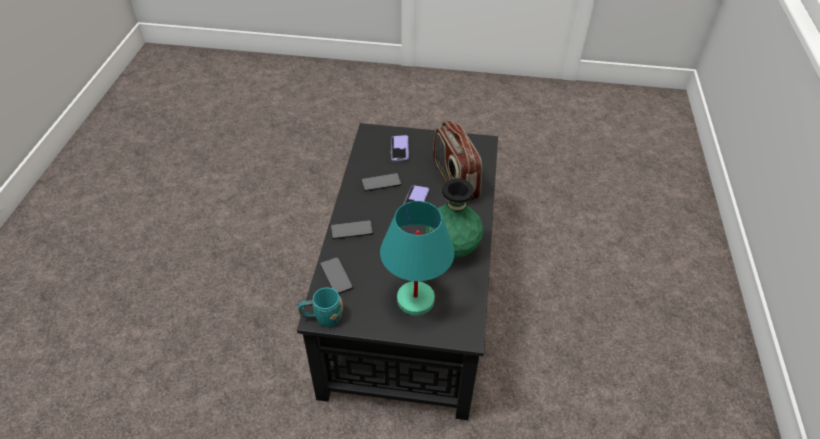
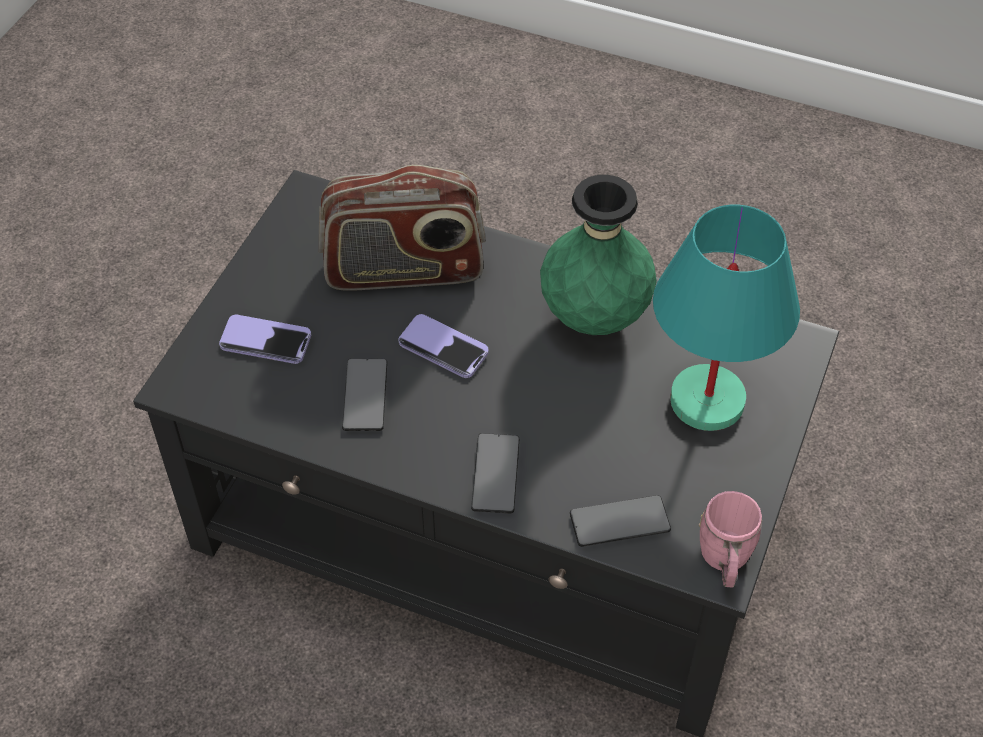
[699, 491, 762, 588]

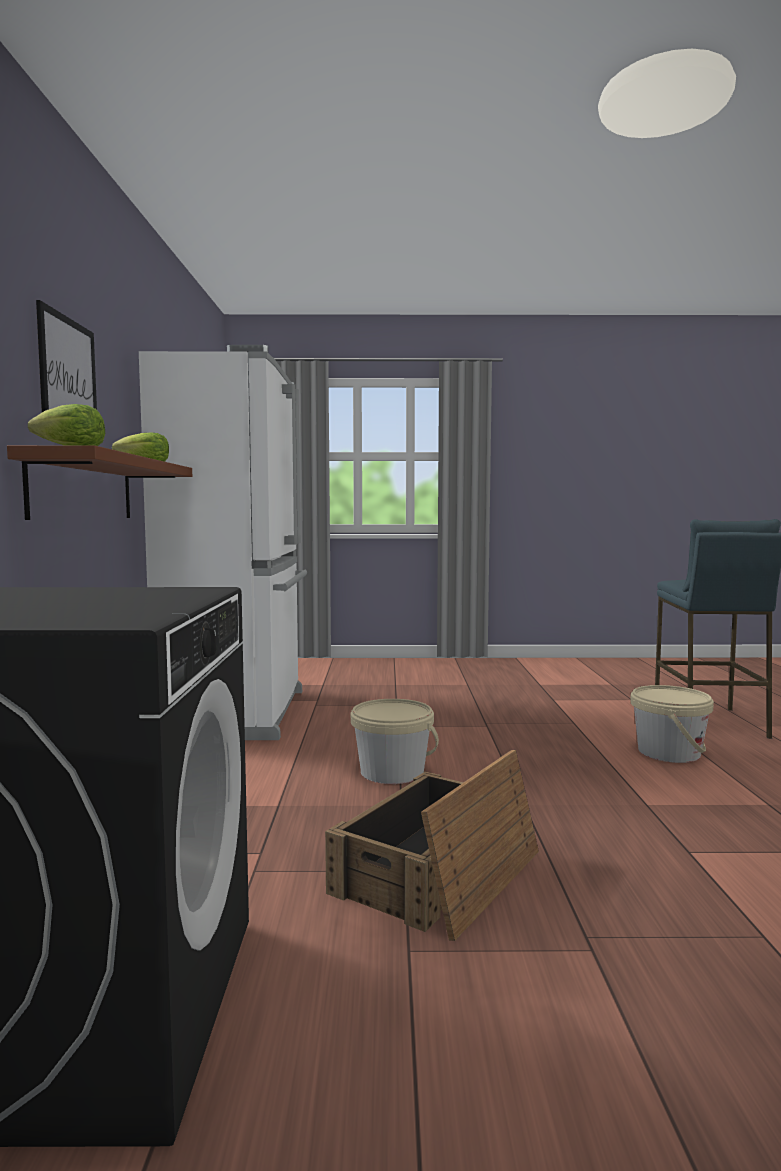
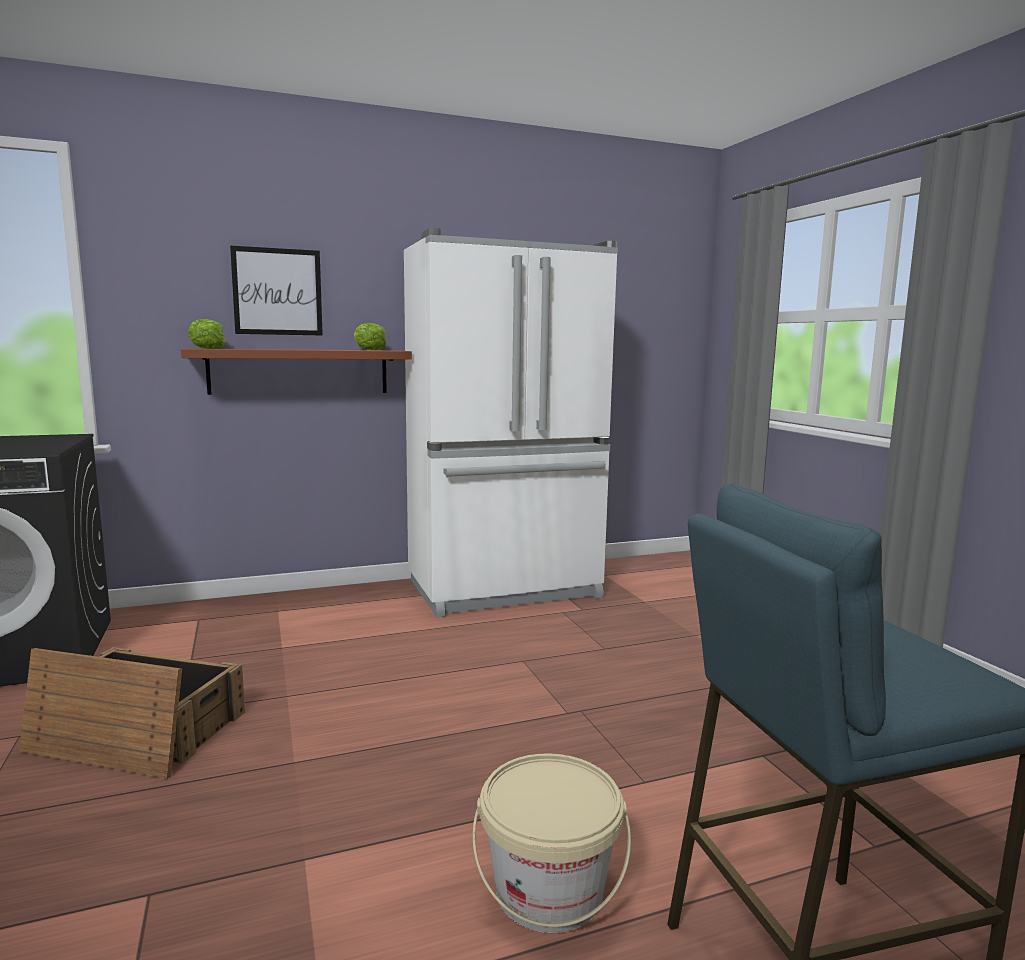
[351, 699, 439, 784] (first image)

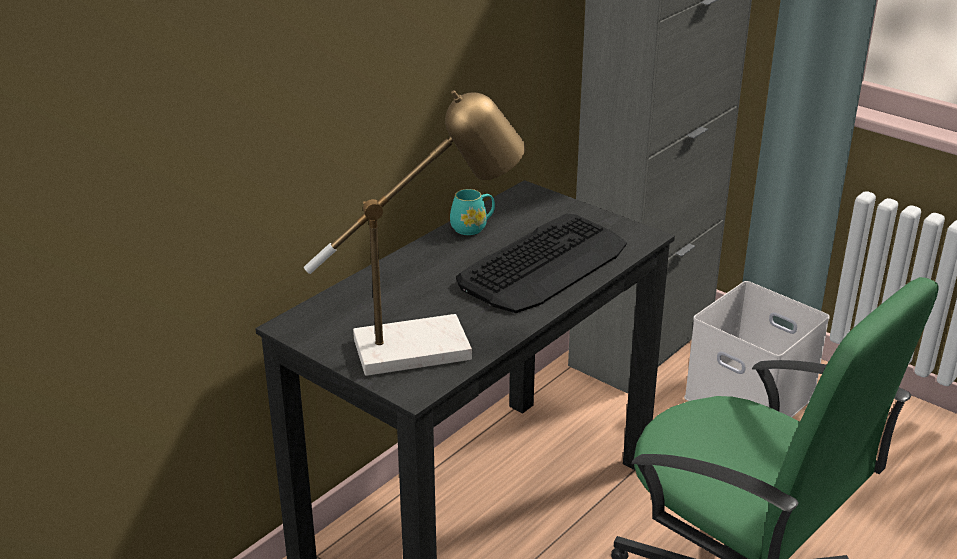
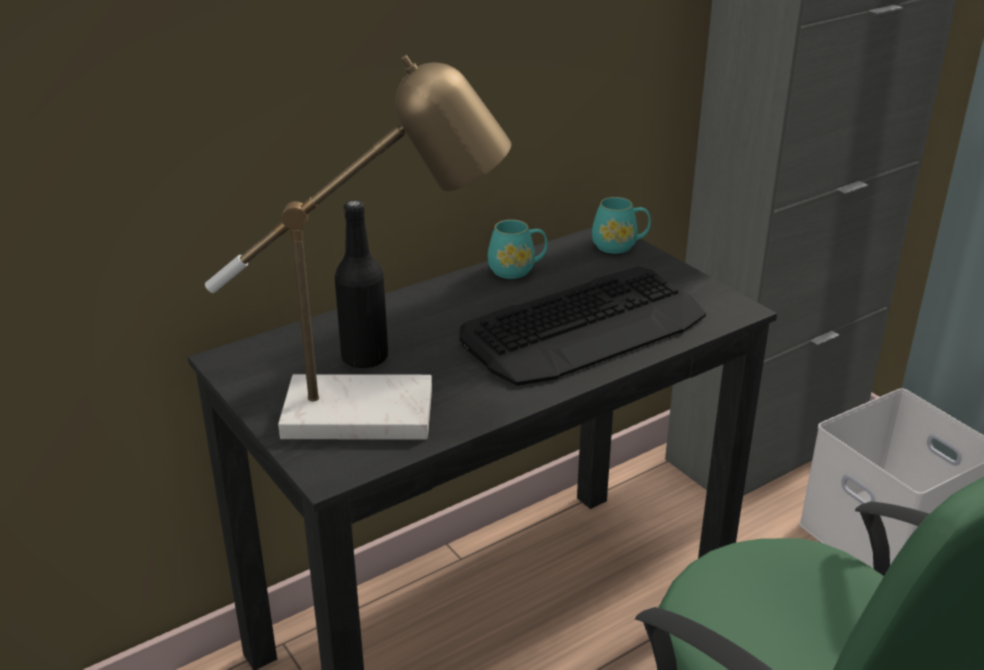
[592, 197, 651, 254]
[335, 200, 388, 369]

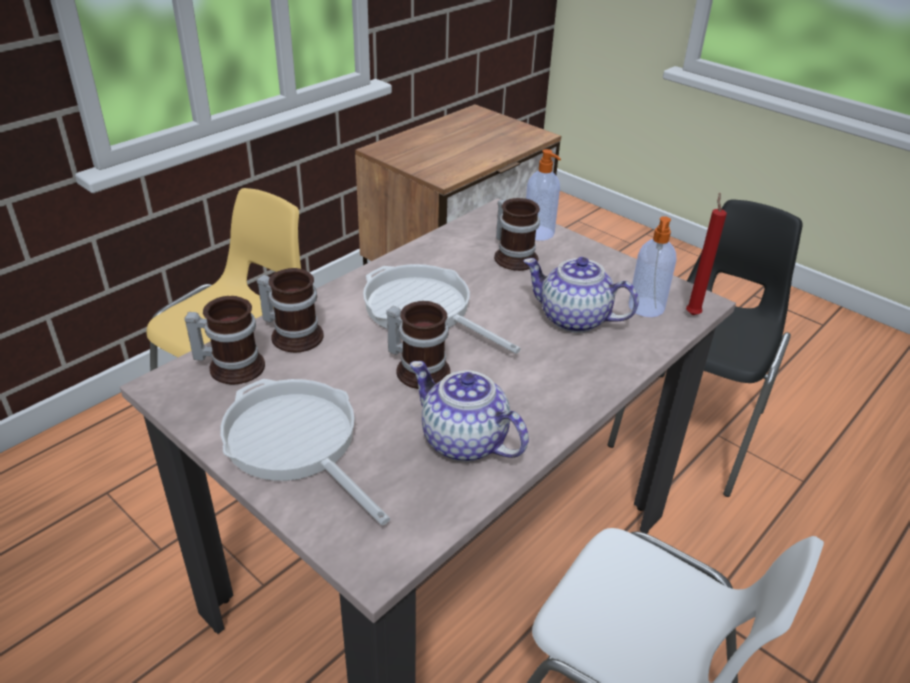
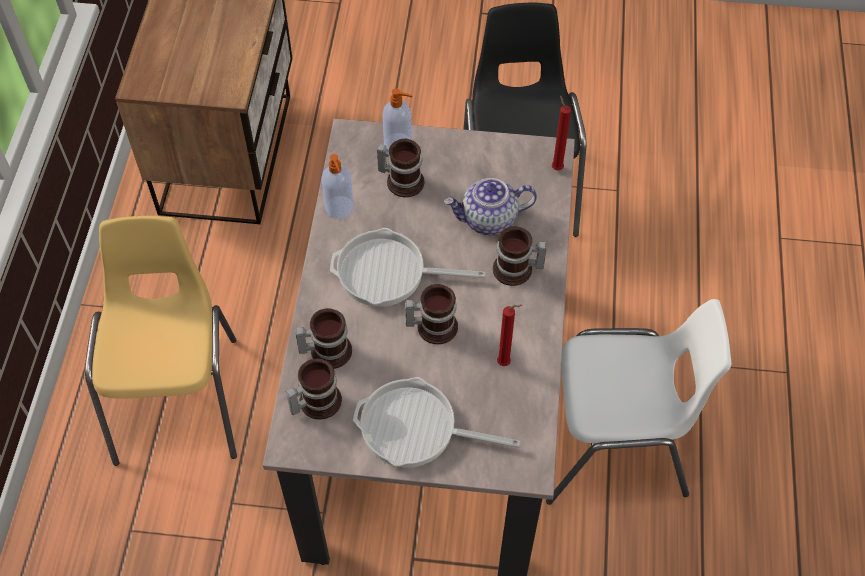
[322, 154, 354, 219]
[497, 304, 522, 366]
[493, 226, 546, 286]

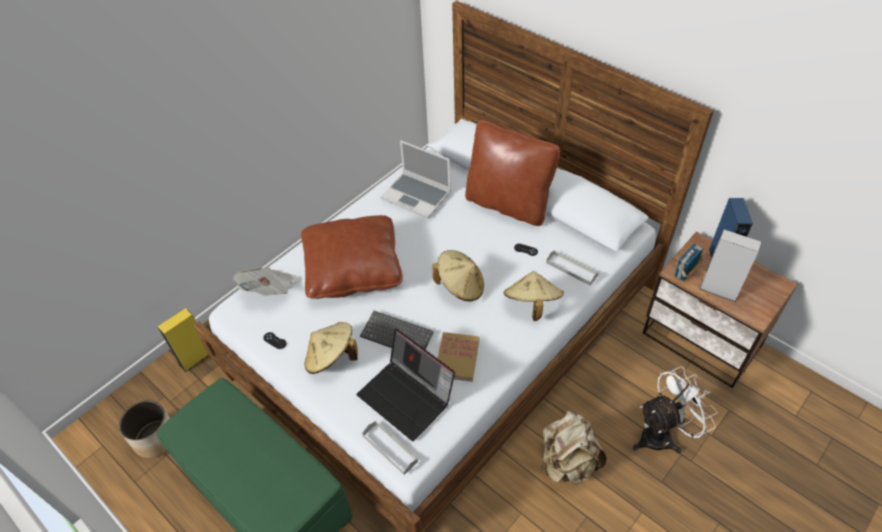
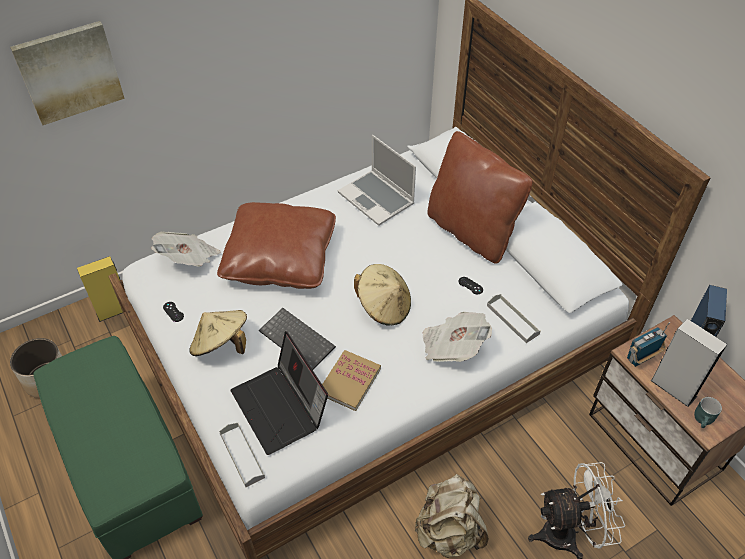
[423, 312, 492, 362]
[10, 21, 125, 125]
[694, 397, 722, 428]

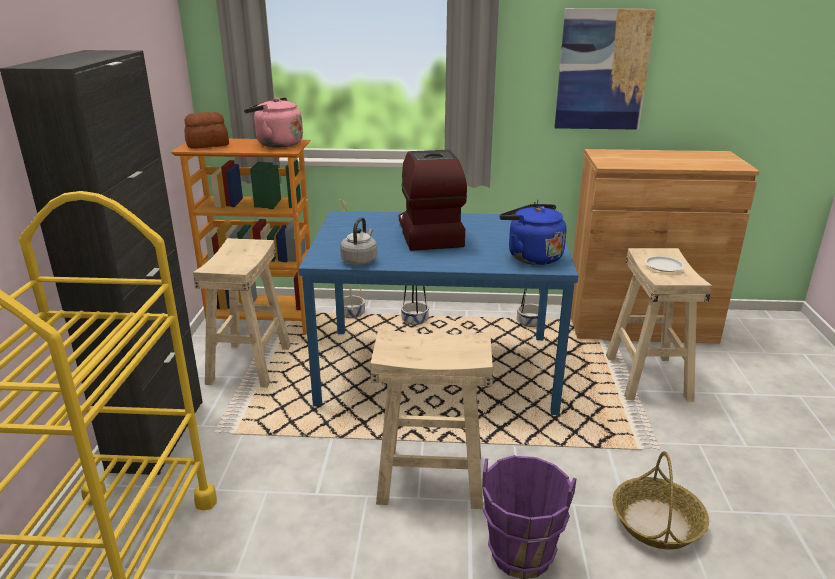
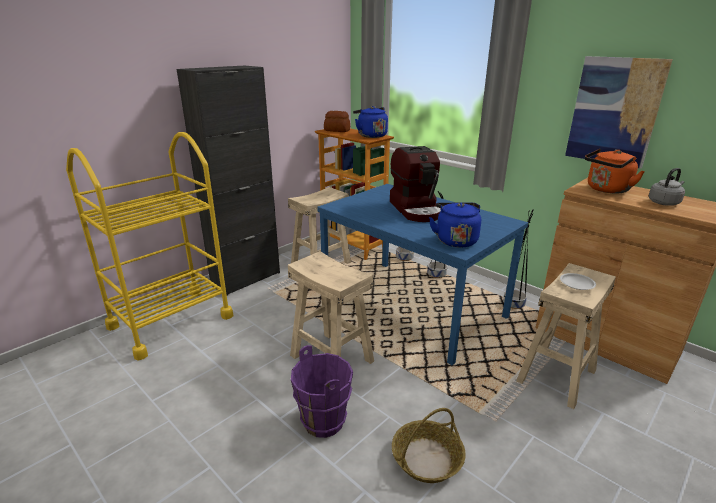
[353, 106, 388, 138]
[390, 146, 441, 222]
[649, 168, 685, 206]
[585, 149, 645, 194]

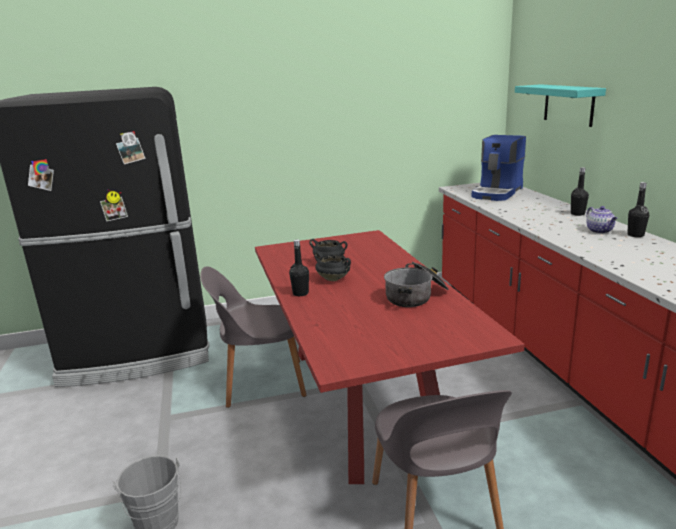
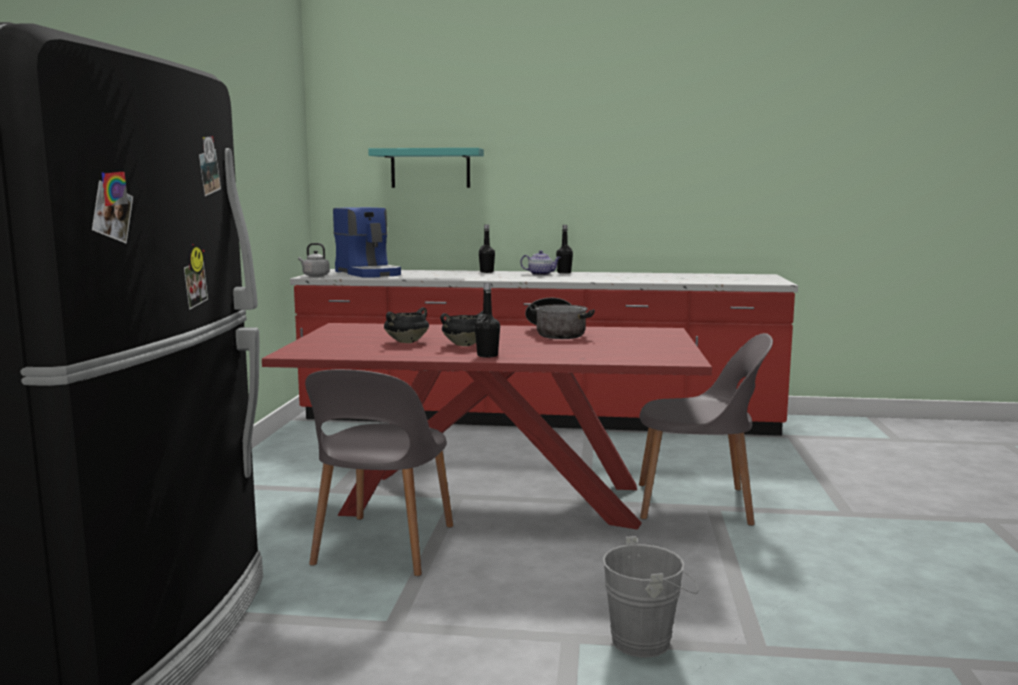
[298, 243, 330, 277]

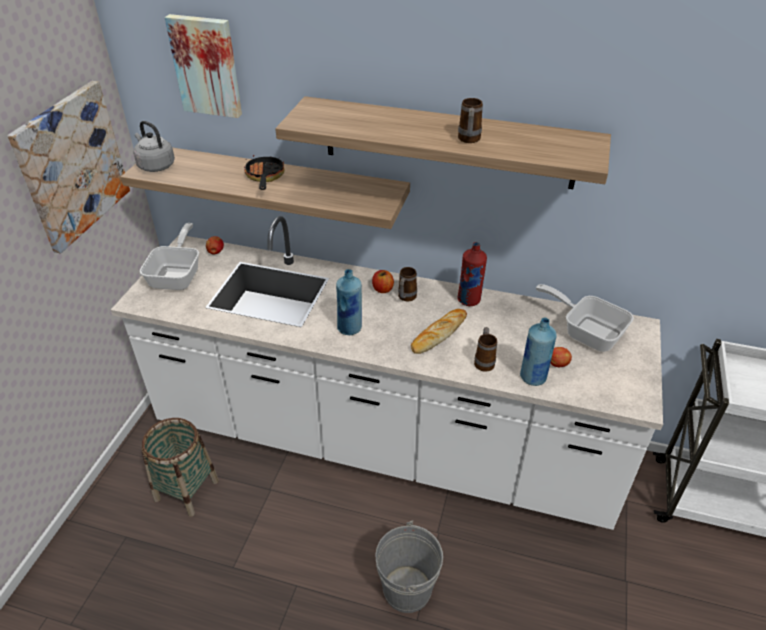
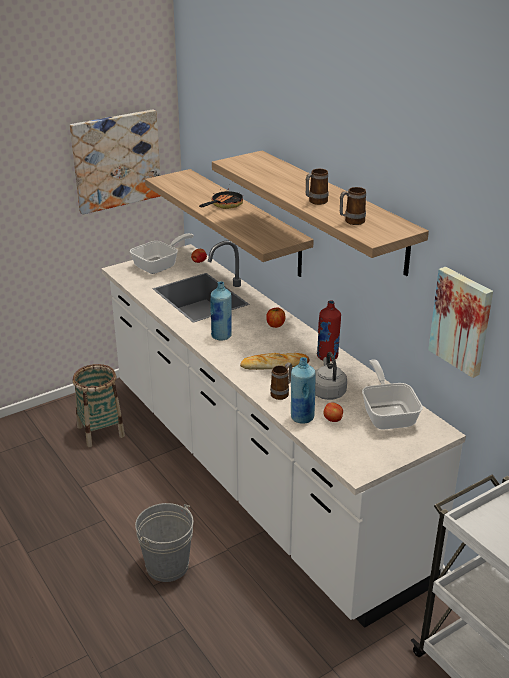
[428, 267, 493, 378]
[315, 352, 347, 400]
[340, 187, 366, 225]

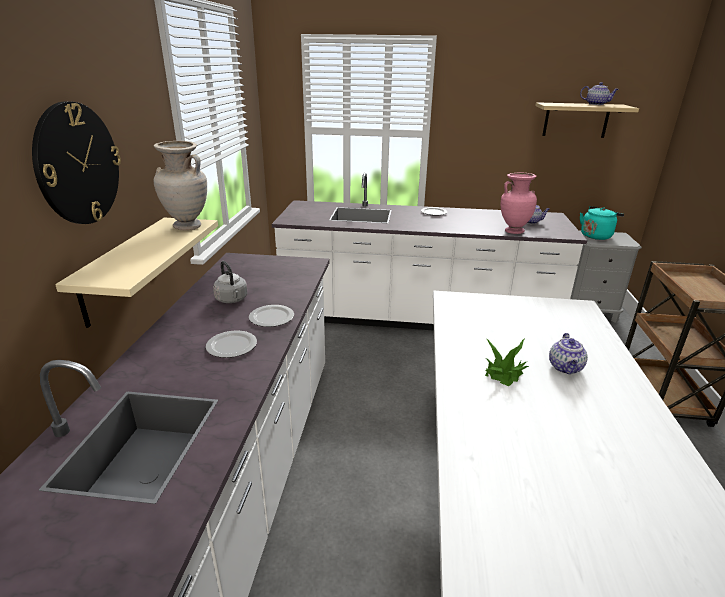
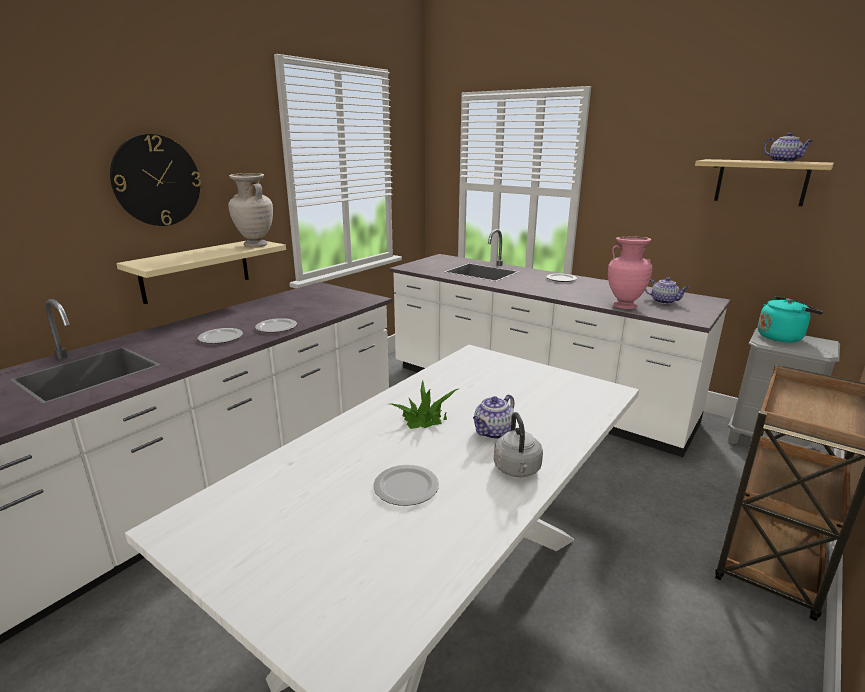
[494, 412, 543, 477]
[373, 465, 439, 506]

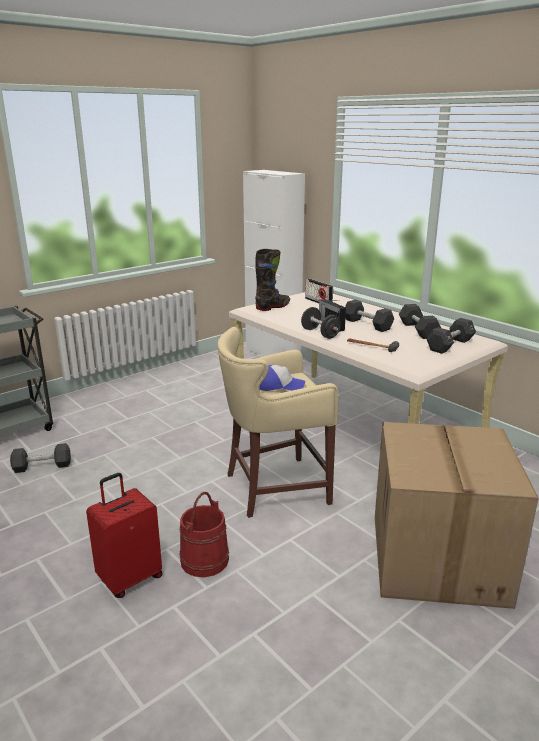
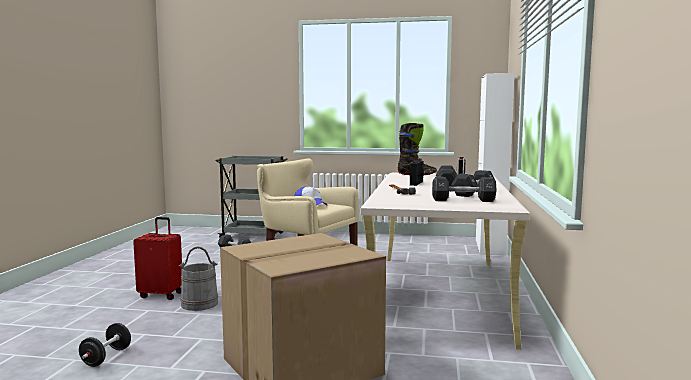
[79, 323, 131, 367]
[178, 246, 218, 311]

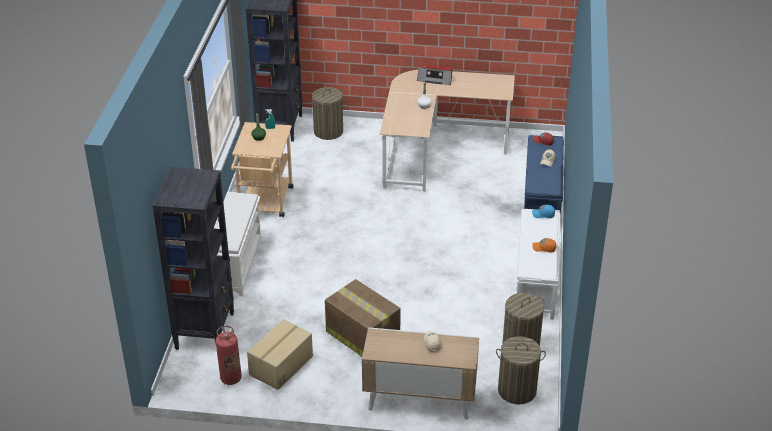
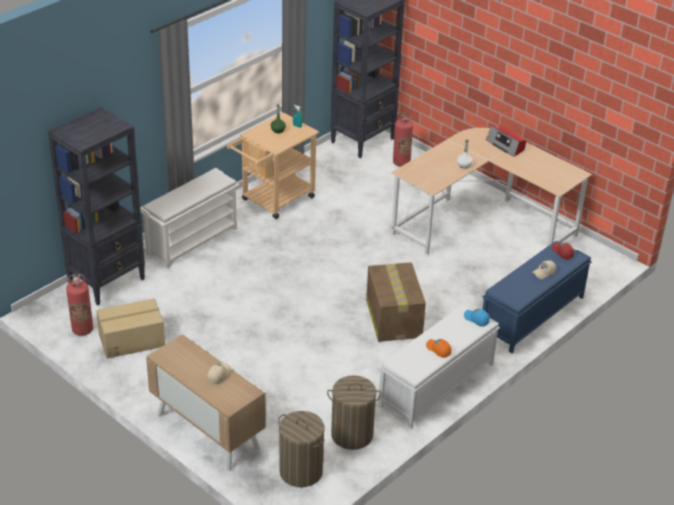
[393, 113, 413, 167]
[366, 262, 426, 342]

